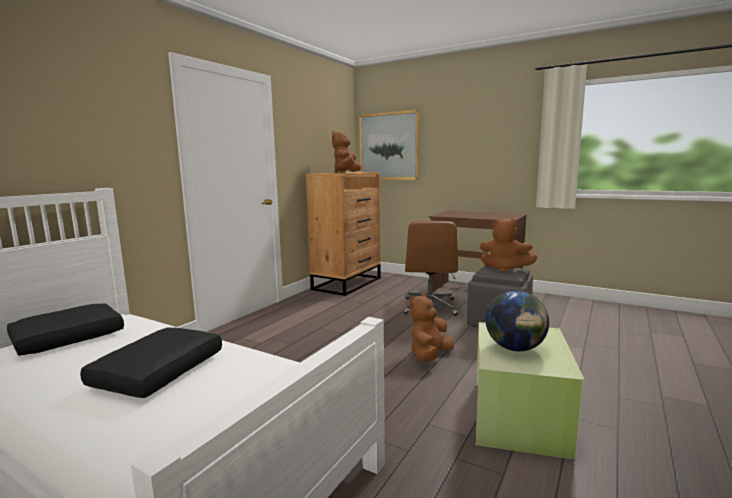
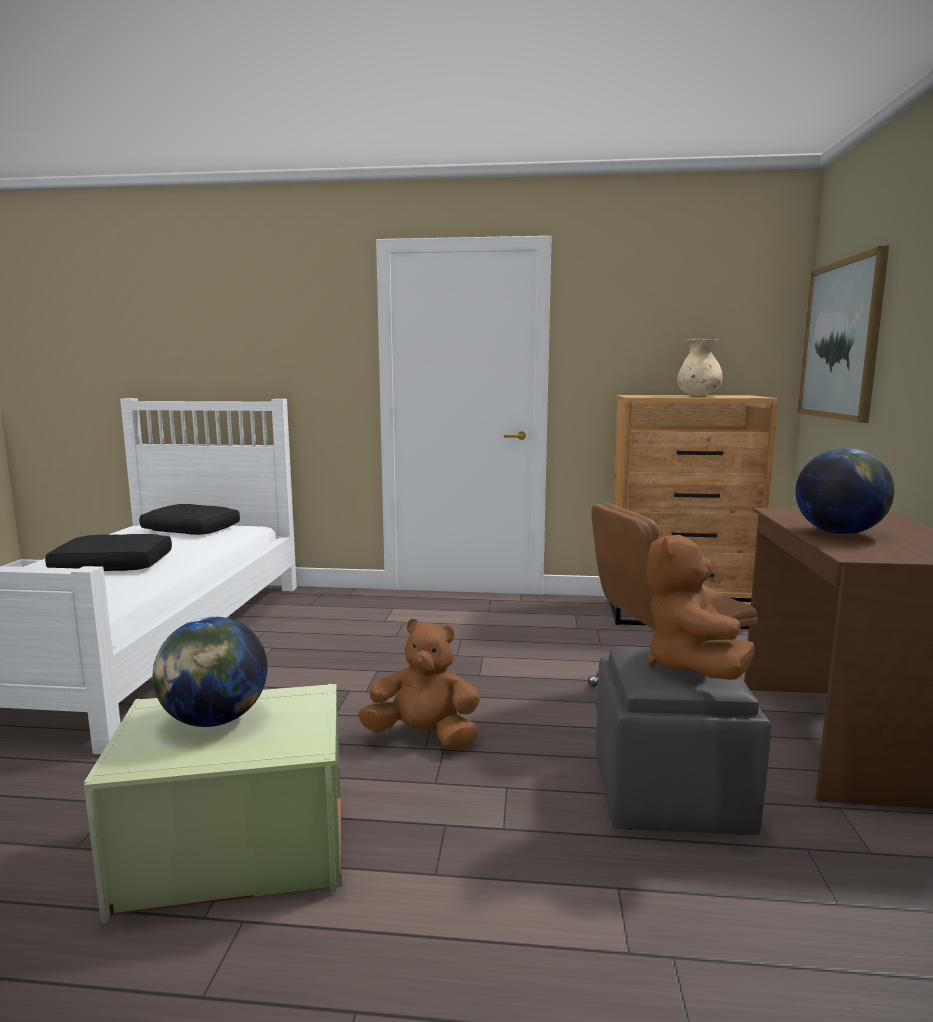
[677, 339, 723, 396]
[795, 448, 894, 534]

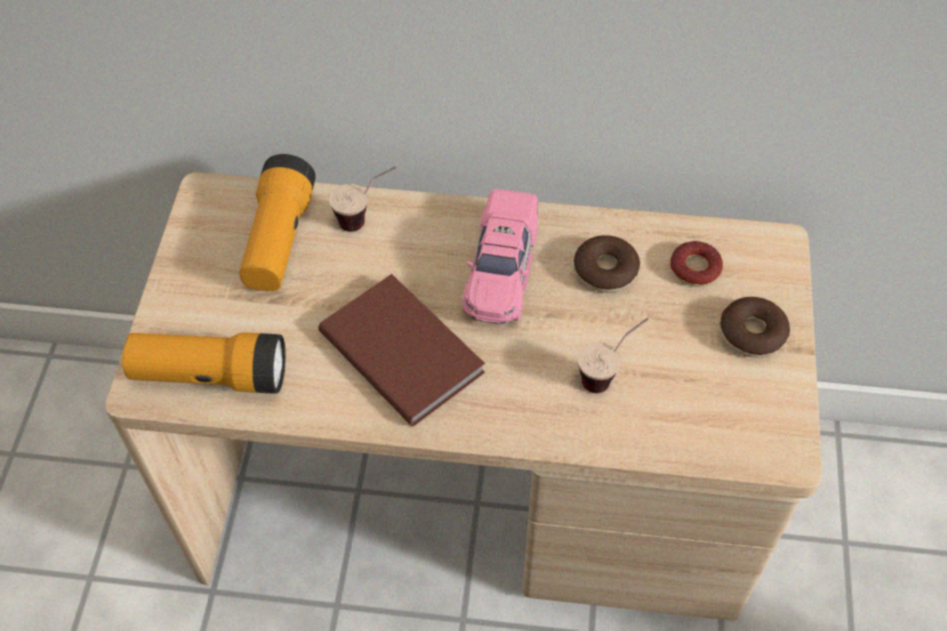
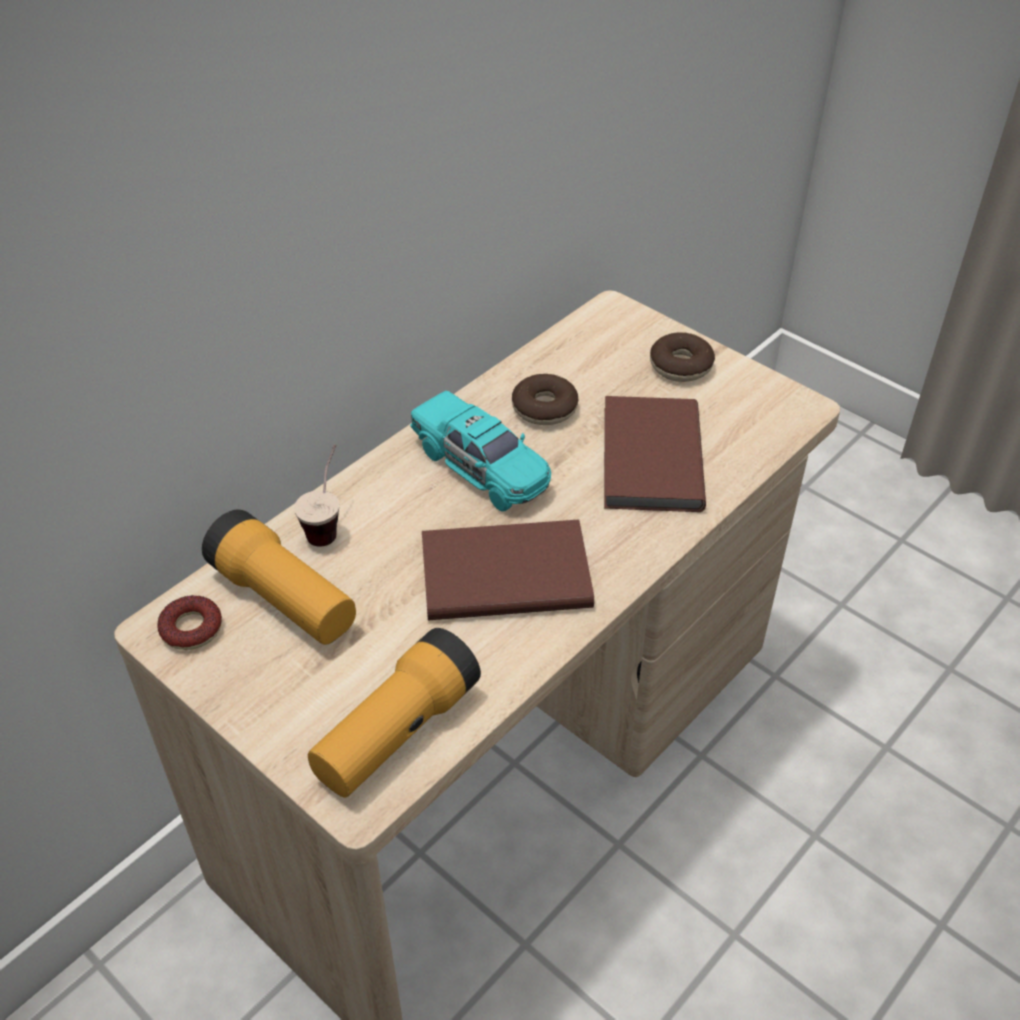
[410, 391, 551, 512]
[157, 595, 222, 650]
[604, 396, 706, 512]

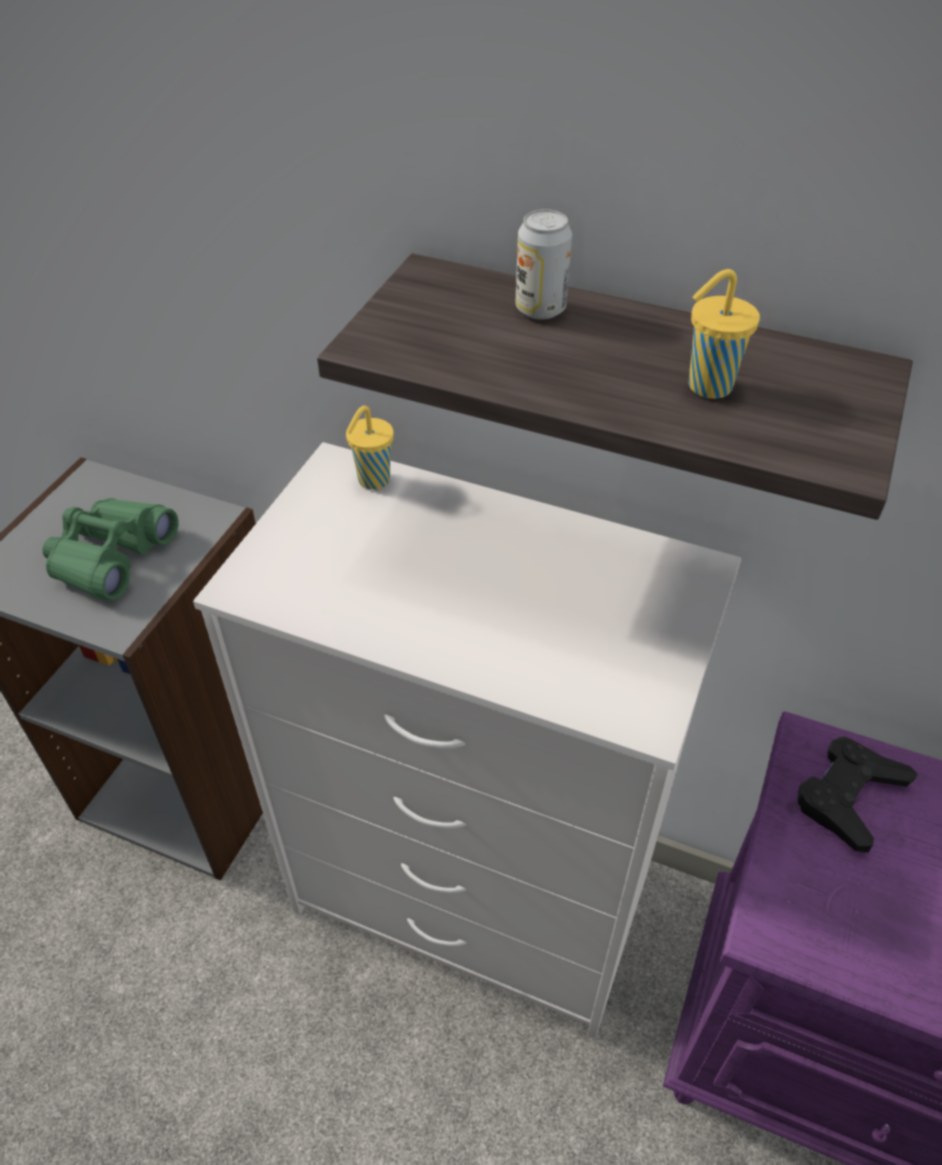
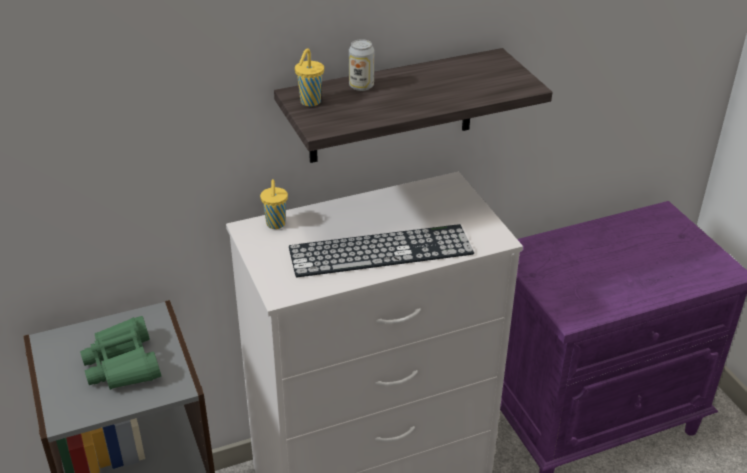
[295, 48, 324, 106]
[798, 736, 918, 853] (first image)
[289, 224, 474, 277]

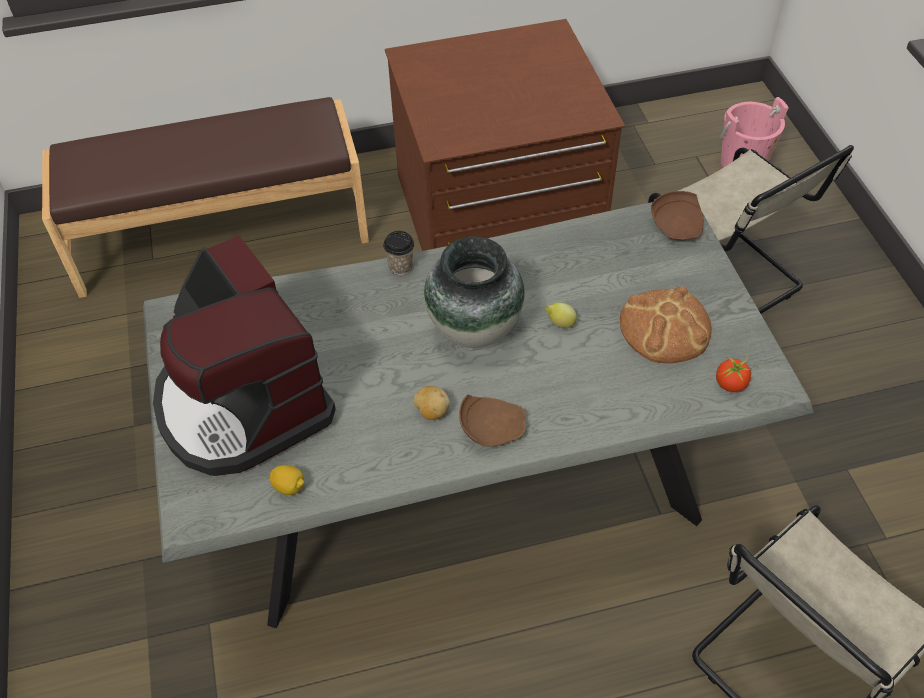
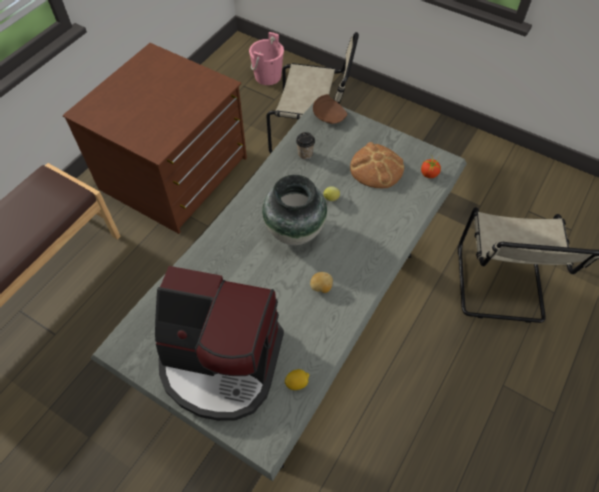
[296, 132, 315, 160]
[459, 394, 526, 447] (first image)

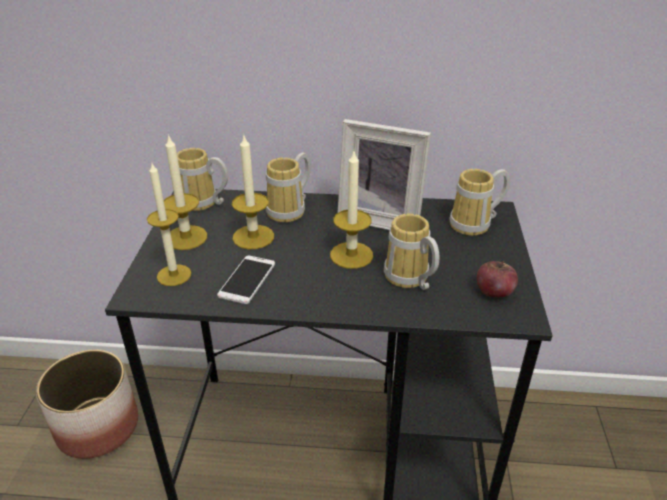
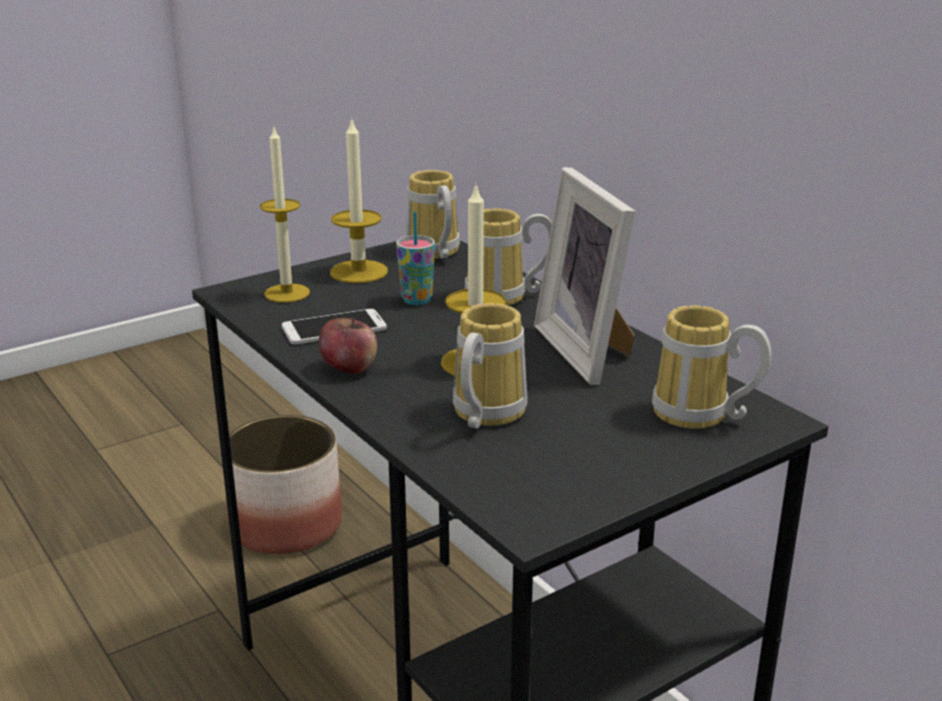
[396, 212, 435, 305]
[319, 318, 377, 374]

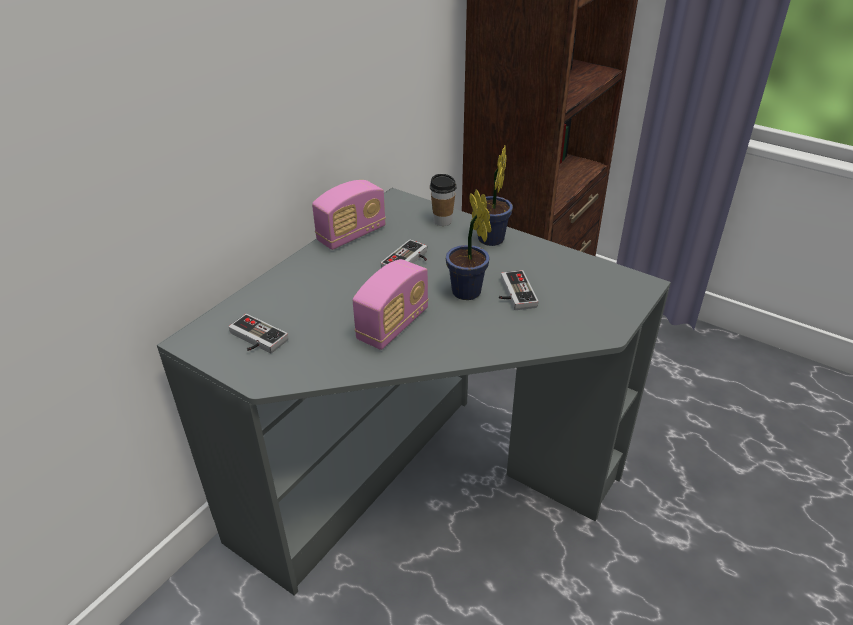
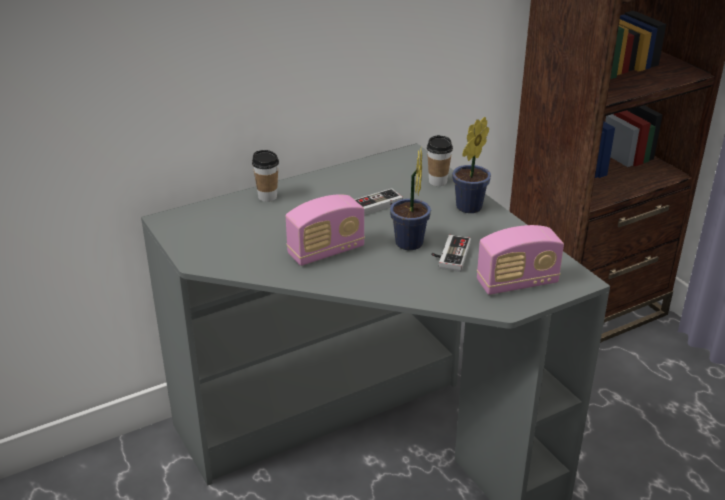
[477, 225, 564, 295]
[229, 314, 288, 353] (first image)
[252, 150, 279, 202]

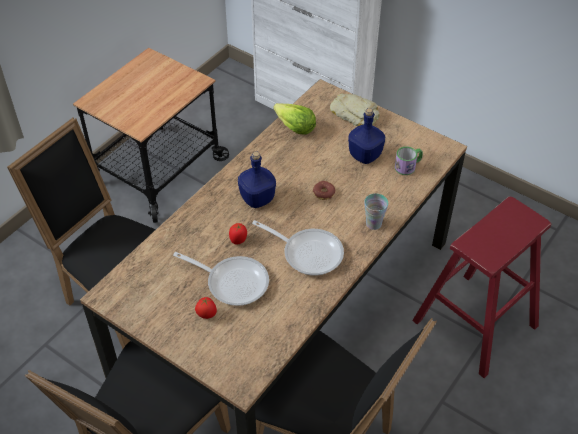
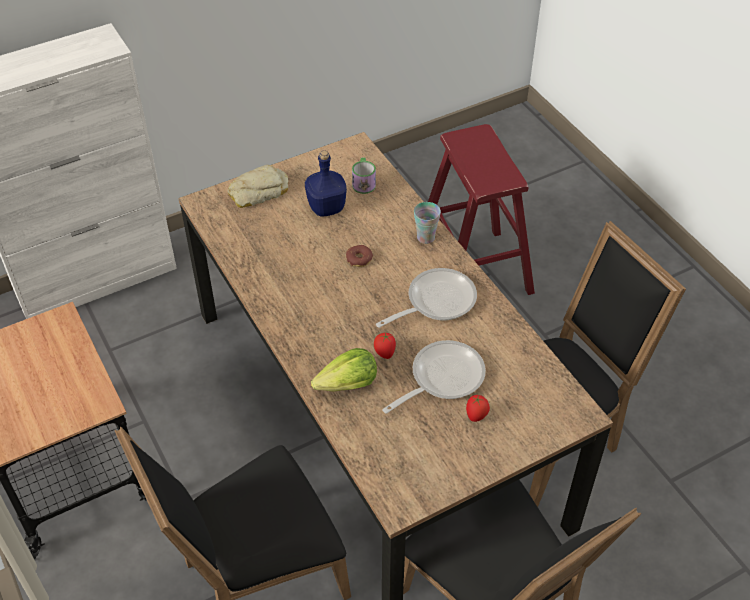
[311, 348, 377, 392]
[238, 152, 276, 208] (first image)

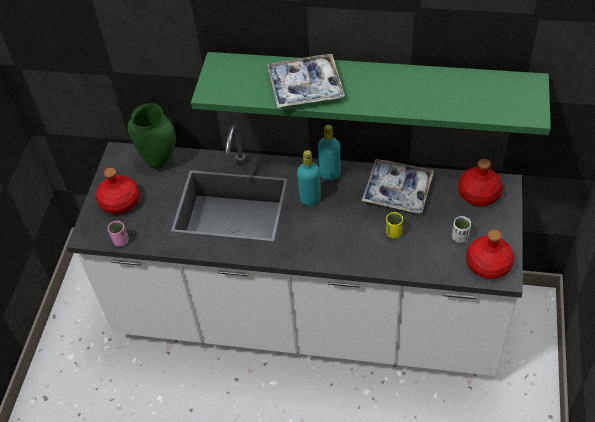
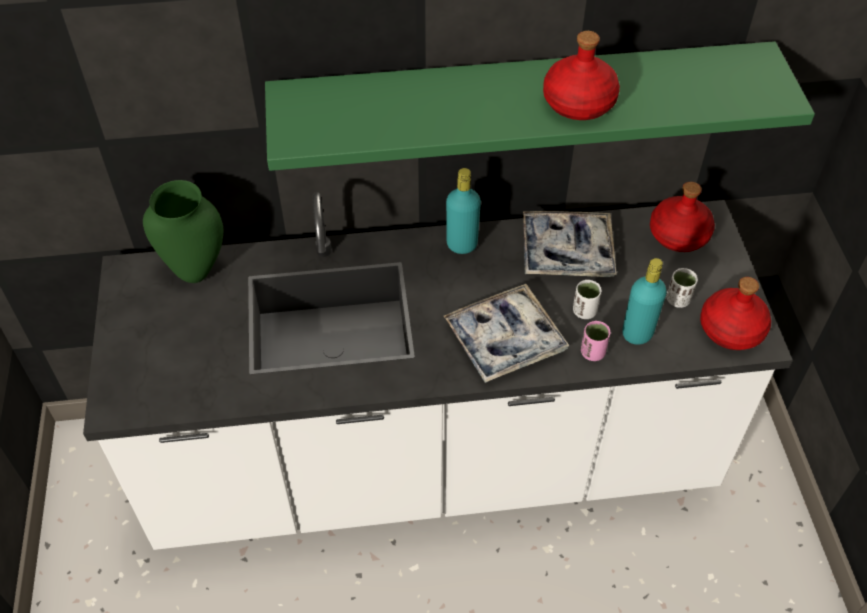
[443, 284, 569, 383]
[622, 258, 666, 345]
[543, 31, 620, 120]
[573, 280, 601, 319]
[581, 321, 610, 361]

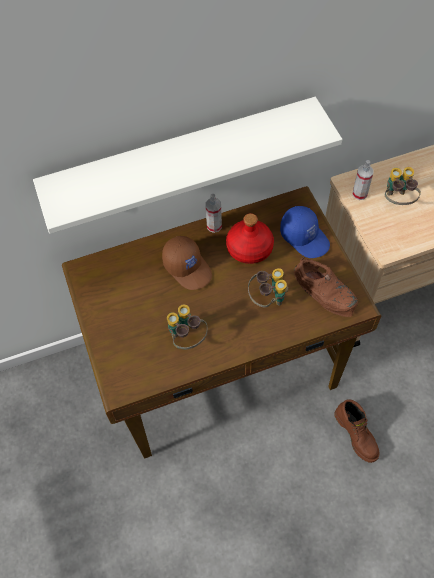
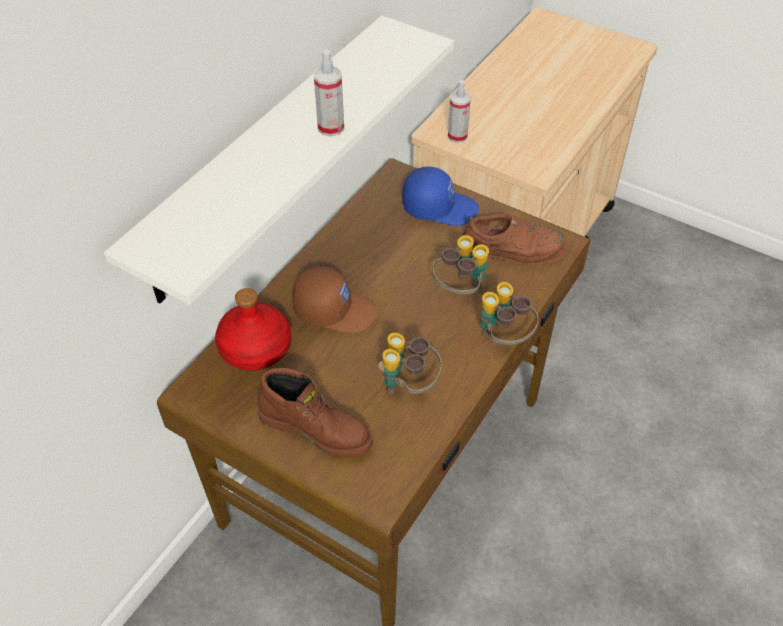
[481, 282, 538, 345]
[314, 50, 344, 137]
[215, 288, 292, 371]
[258, 368, 373, 457]

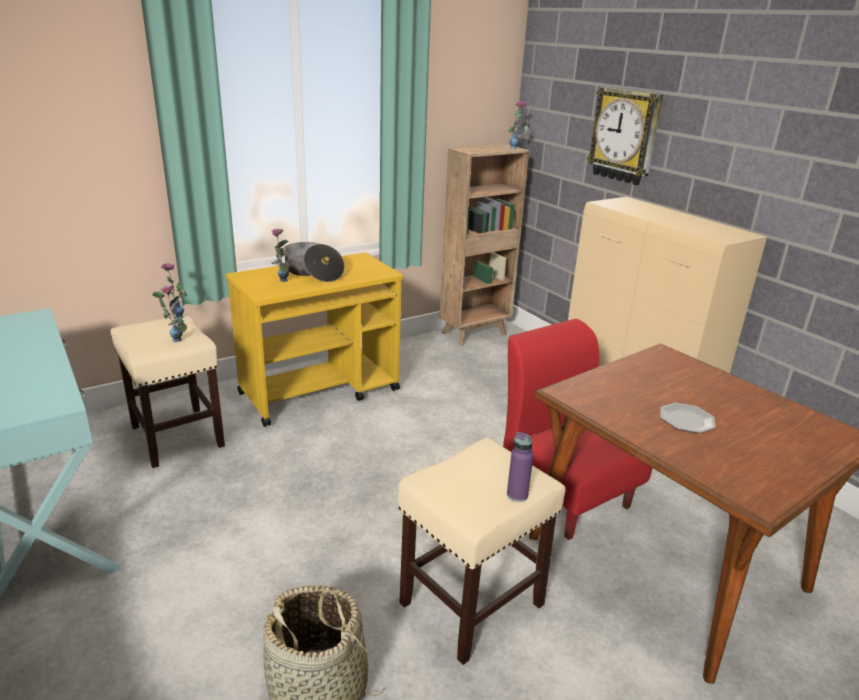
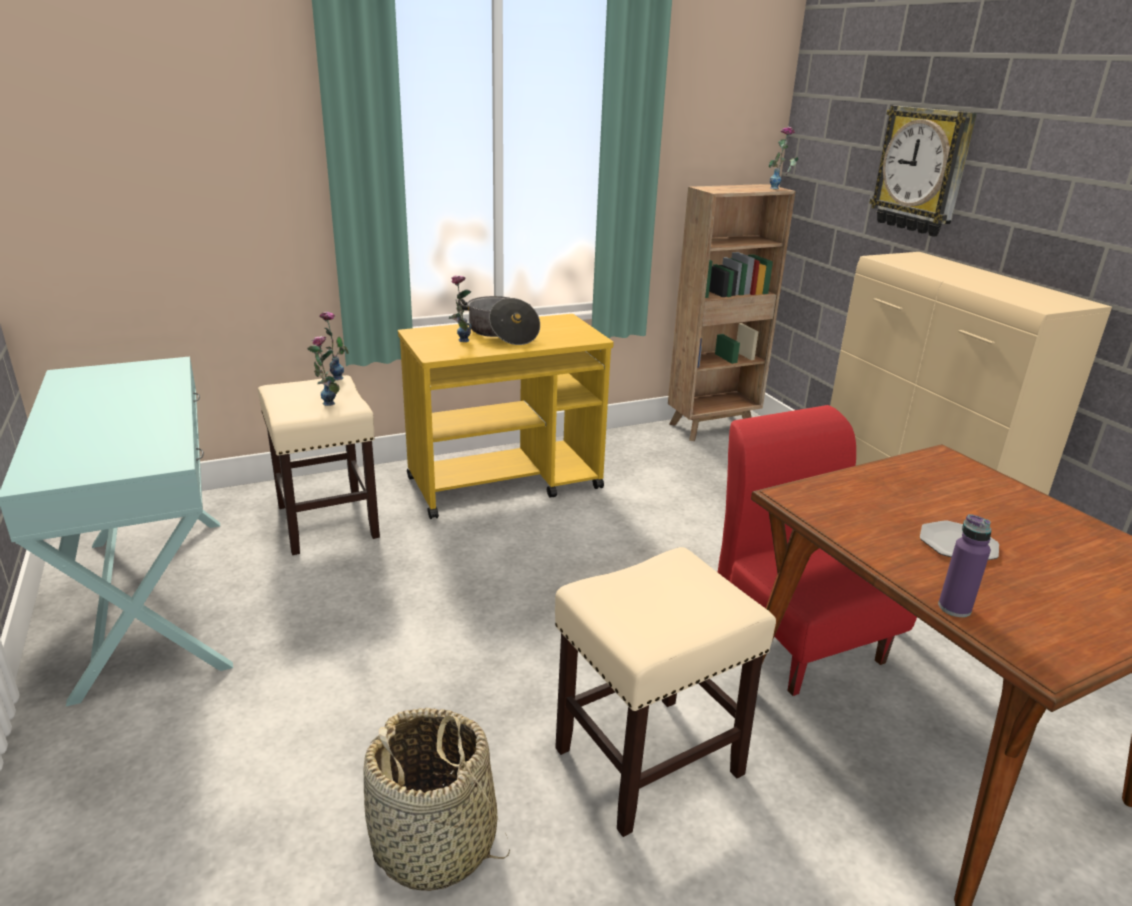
[938, 514, 992, 617]

